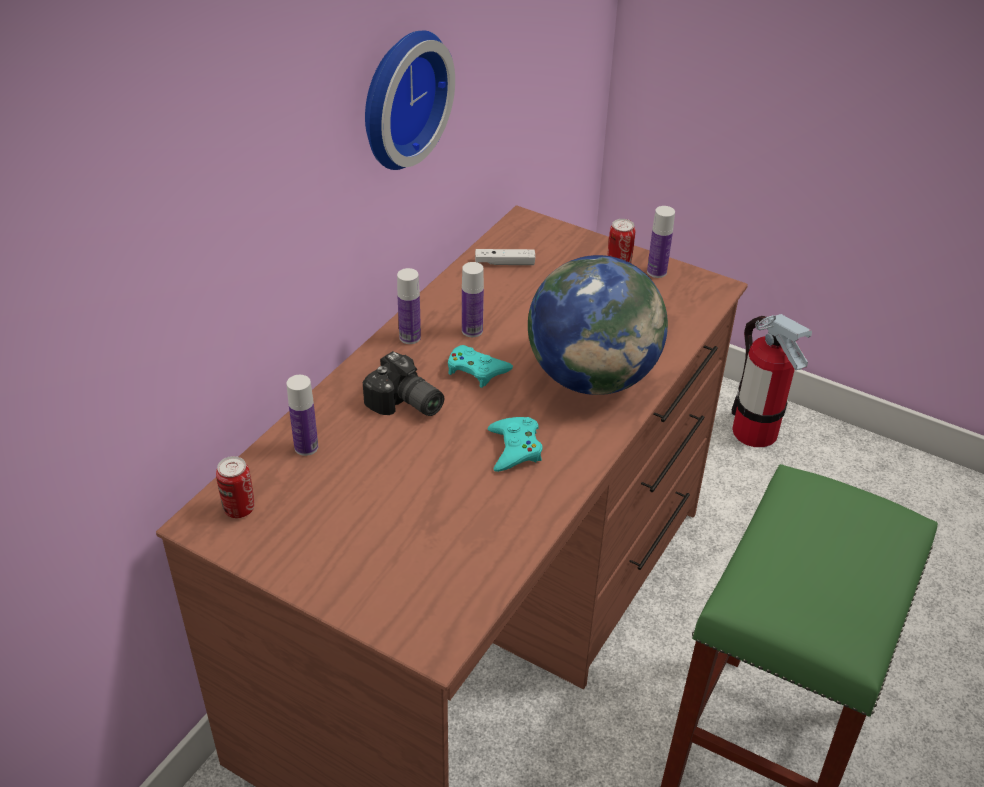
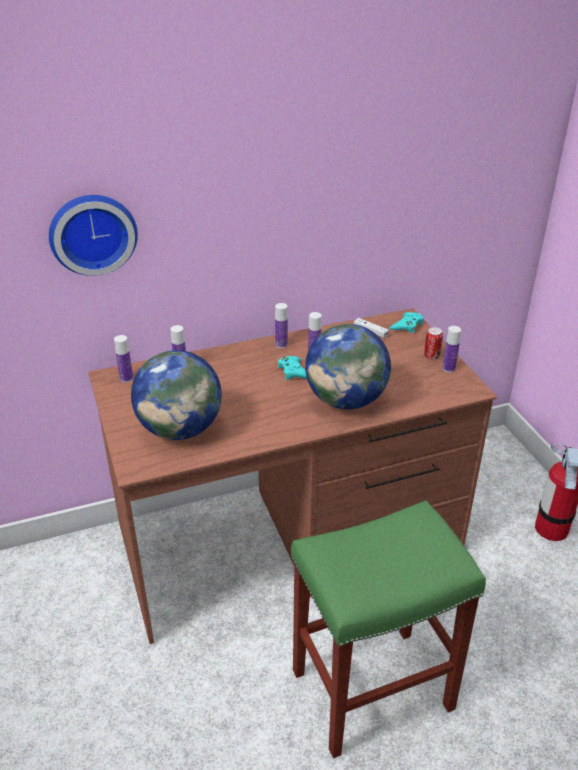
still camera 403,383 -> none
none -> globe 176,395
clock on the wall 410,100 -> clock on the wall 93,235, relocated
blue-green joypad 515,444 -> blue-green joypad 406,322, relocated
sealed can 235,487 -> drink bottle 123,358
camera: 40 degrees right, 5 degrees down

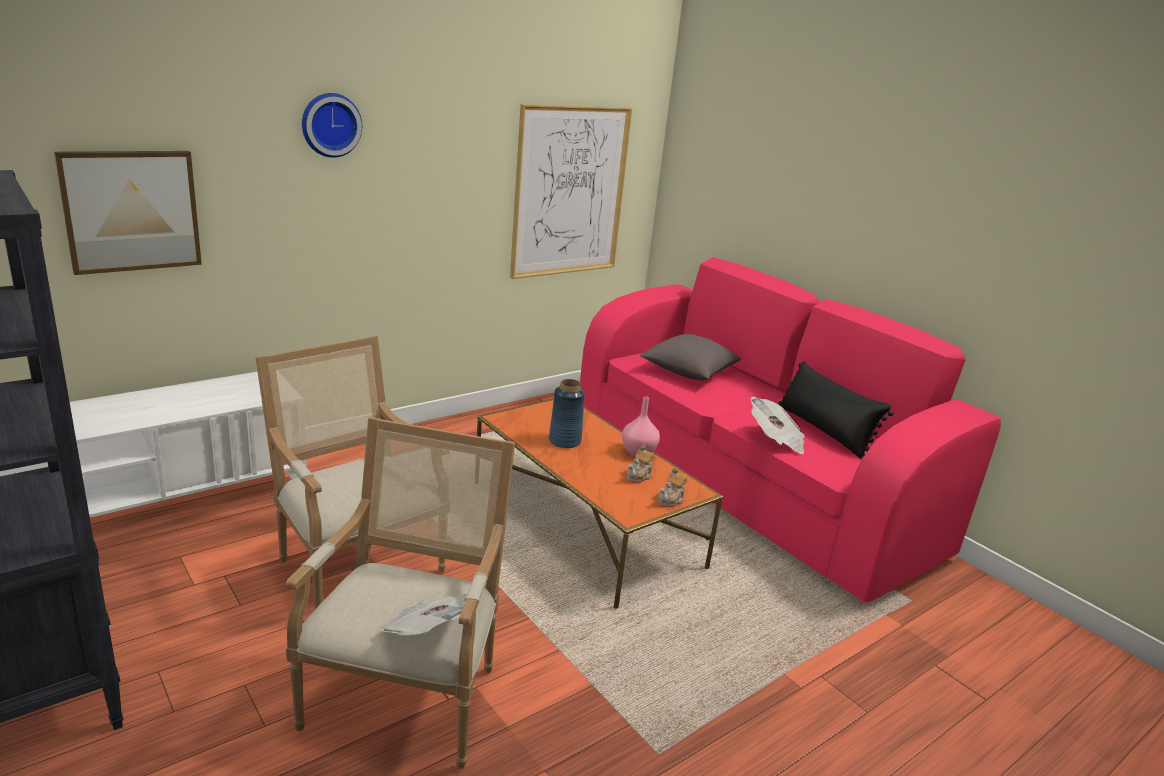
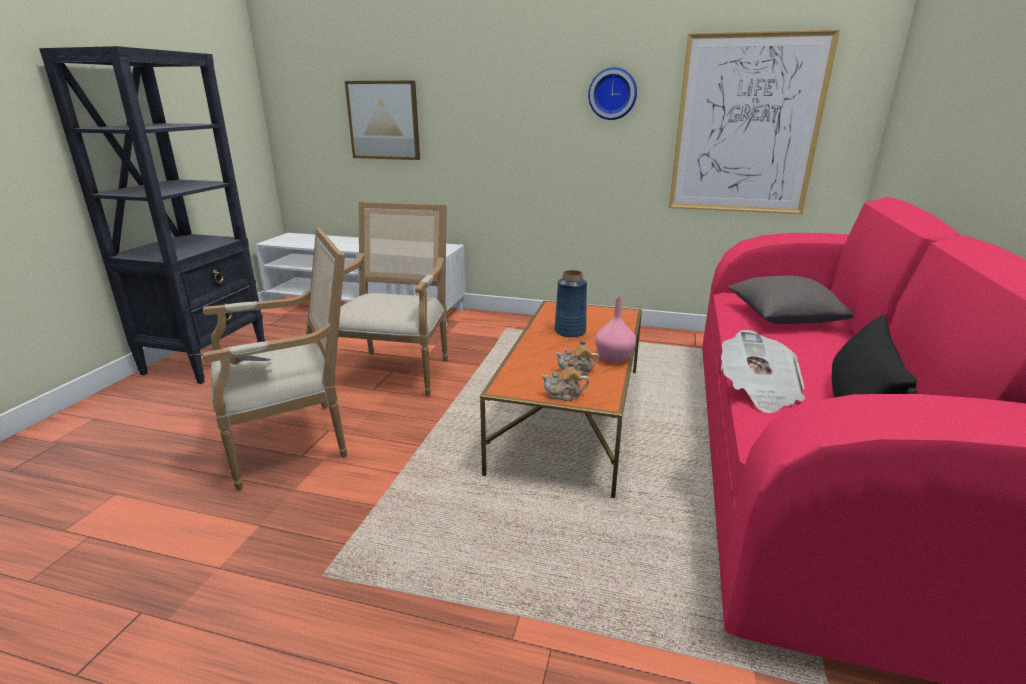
clock on the wall 332,125 -> clock on the wall 612,93, relocated
camera: 55 degrees right, 0 degrees up

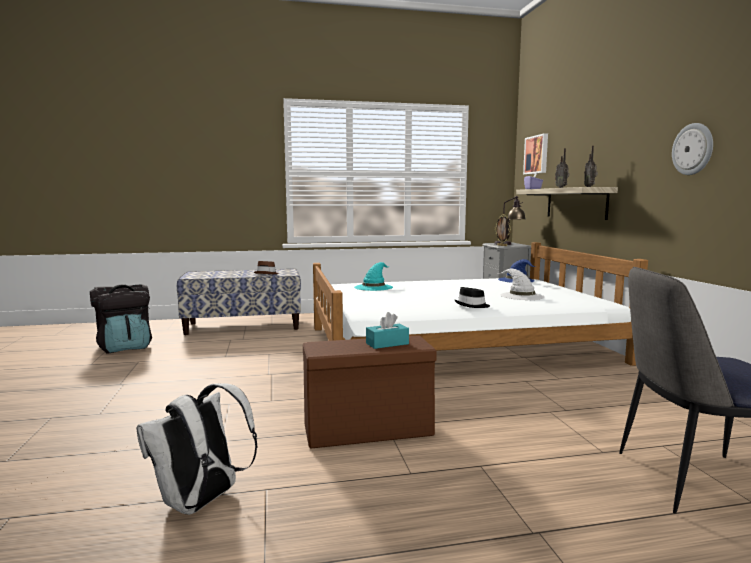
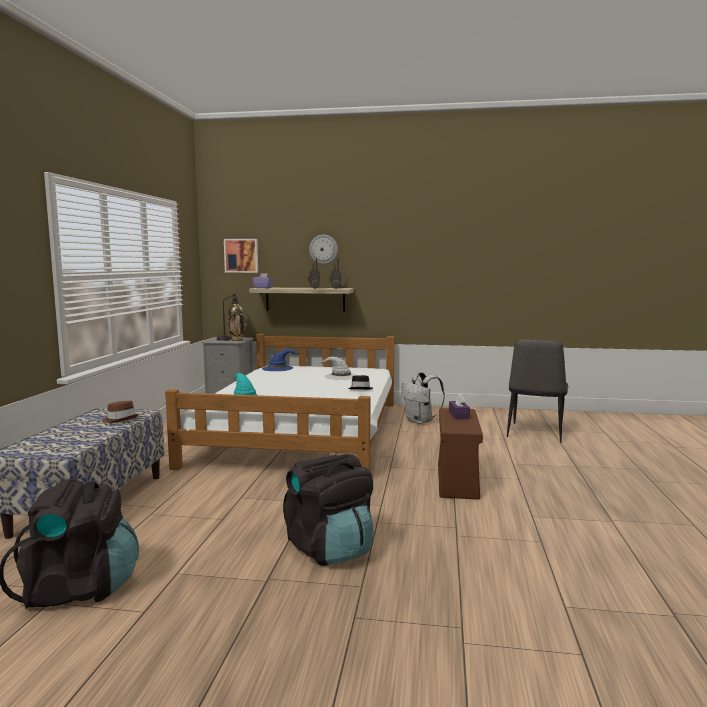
none -> black rucksack 328,510
white-coloured rucksack 197,449 -> white-coloured rucksack 423,398, relocated
clock on the wall 692,149 -> clock on the wall 323,250, relocated
blue-green tissue holder 387,330 -> purple tissue holder 459,406
camera: 70 degrees left, 0 degrees up

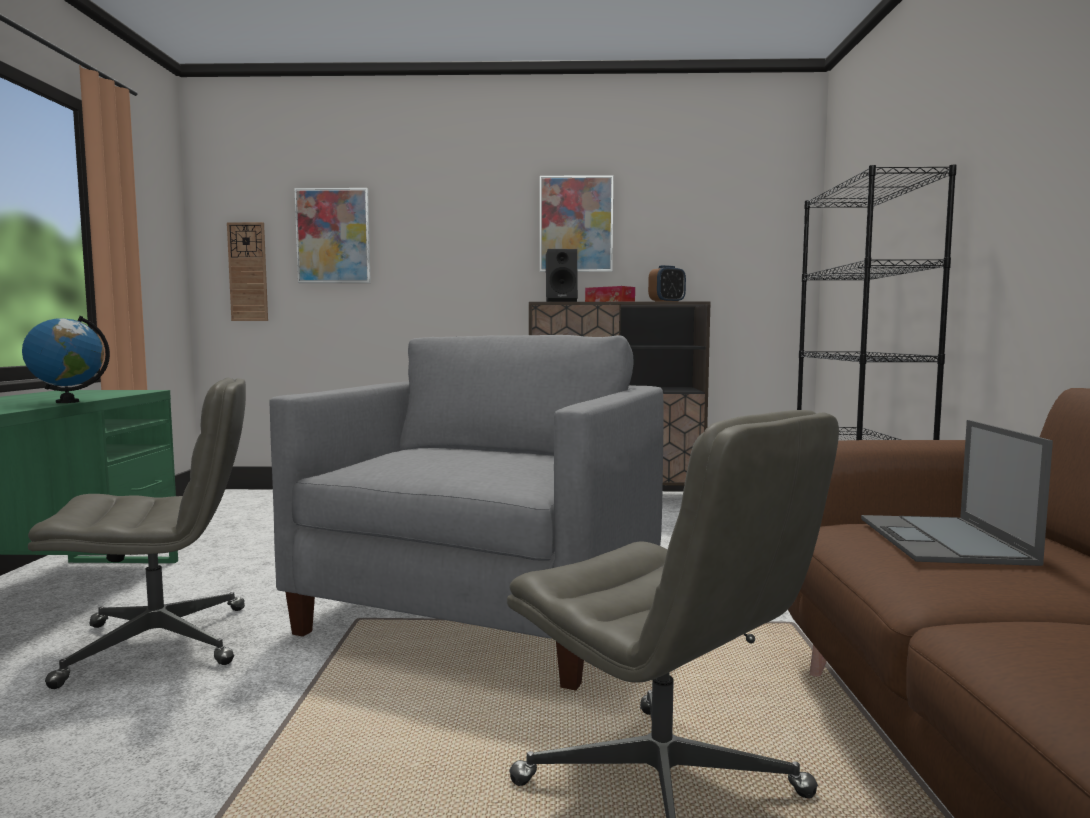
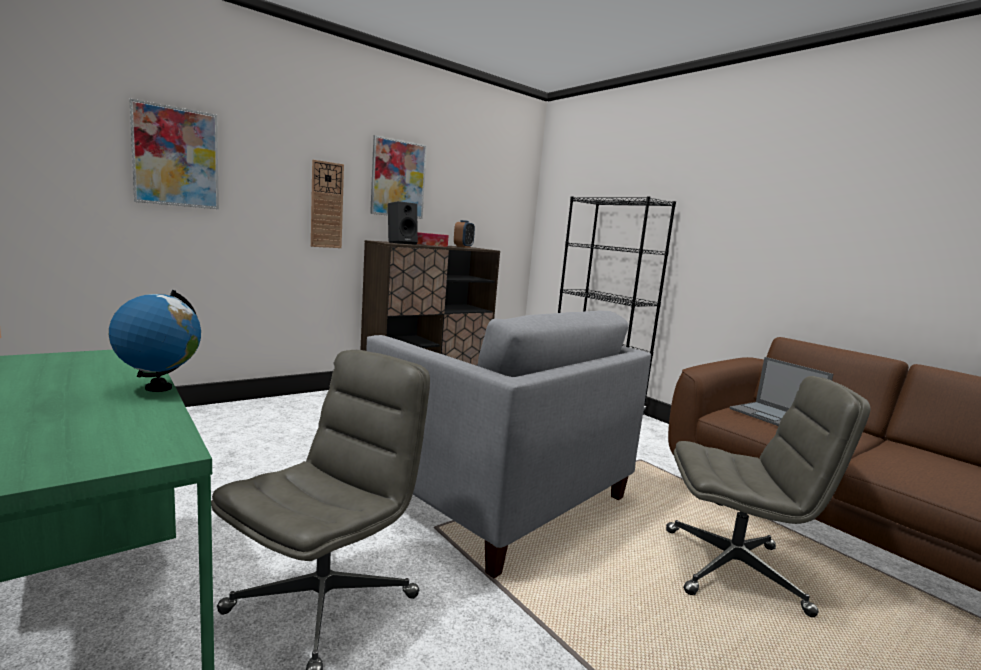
clock on the wall 247,271 -> clock on the wall 327,204, relocated
gray armchair 466,513 -> gray armchair 508,444, 150 degrees clockwise
camera: 40 degrees left, 5 degrees up

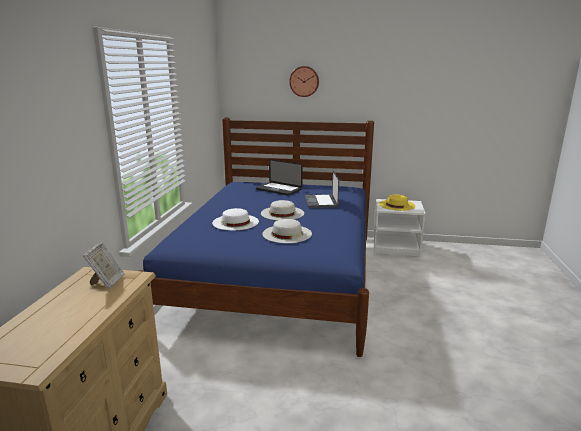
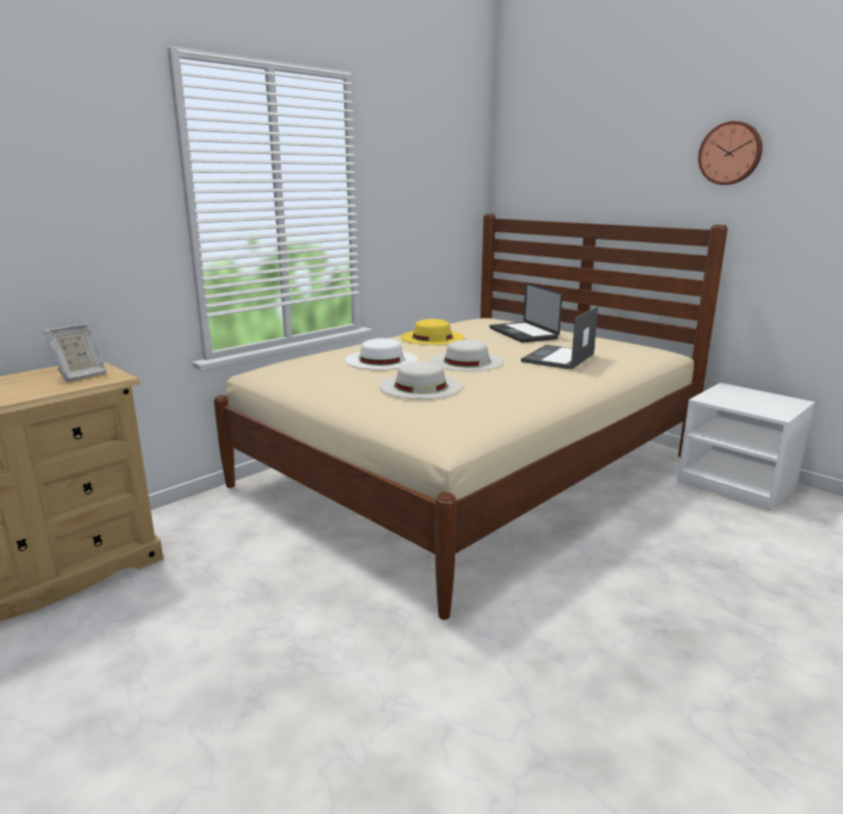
clock on the wall 304,81 -> clock on the wall 730,153, relocated
yellowish clothing hat 397,203 -> yellowish clothing hat 432,332, relocated
bluish bed 256,237 -> beige-coloured bed 471,417
camera: 35 degrees right, 0 degrees up

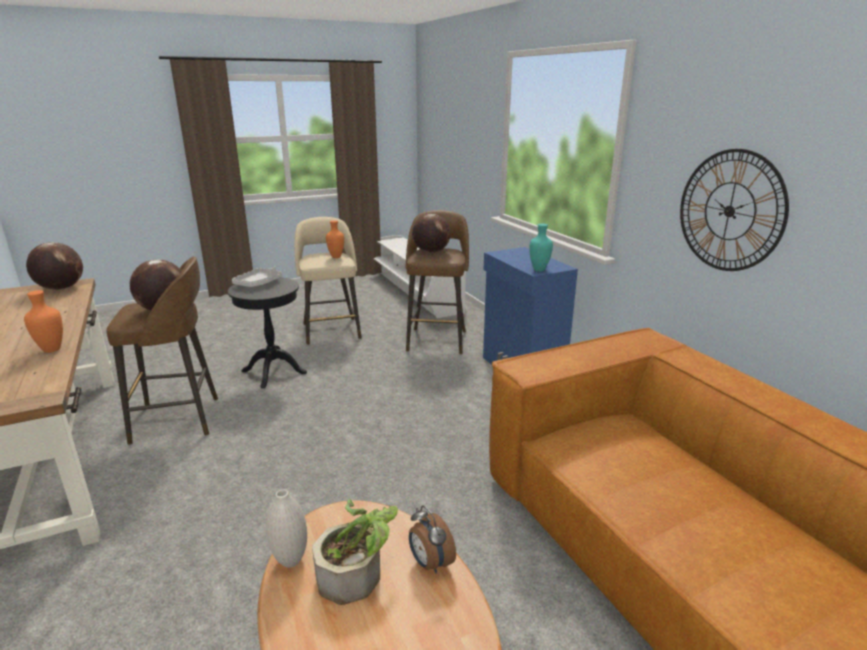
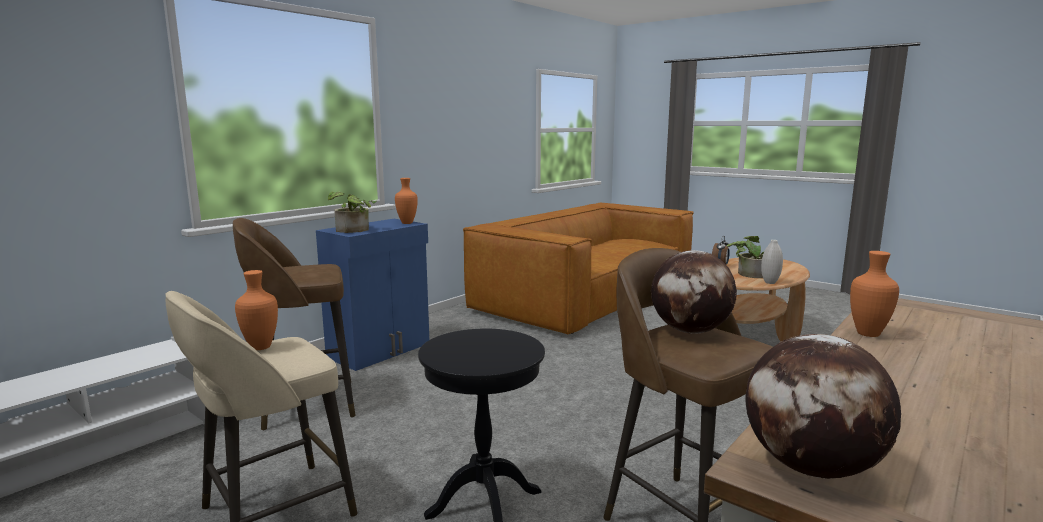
gray serving tray 257,277 -> none
globe 431,233 -> none
clock on the wall 734,210 -> none
none -> potted plant 352,212
blue-green vase 541,247 -> orange vase 406,201
camera: 115 degrees left, 10 degrees down

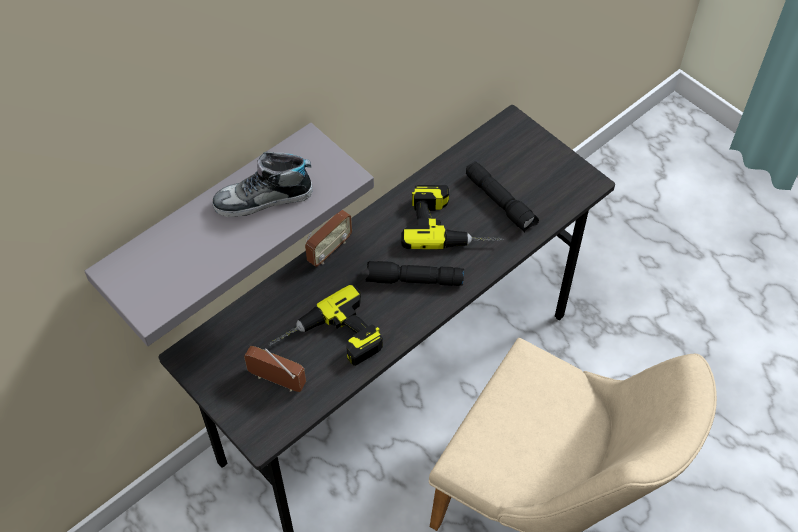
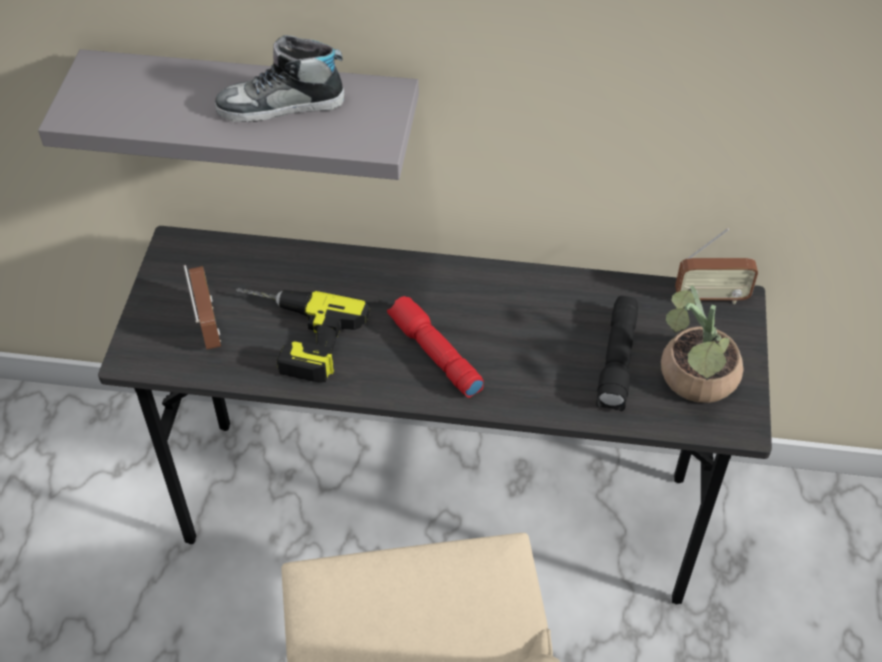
drill 452,217 -> none
none -> potted plant 702,344
radio set 328,238 -> radio set 716,266, relocated
black torch 415,273 -> red-coloured torch 435,347
shoe 262,184 -> shoe 279,78, 45 degrees counterclockwise
camera: 50 degrees right, 5 degrees down

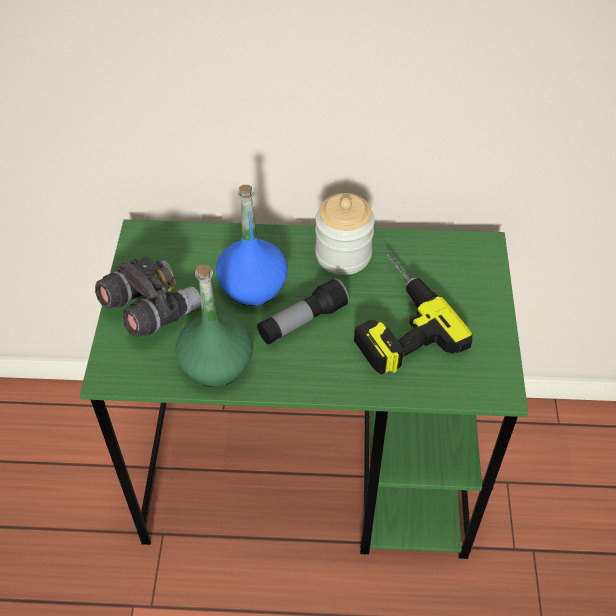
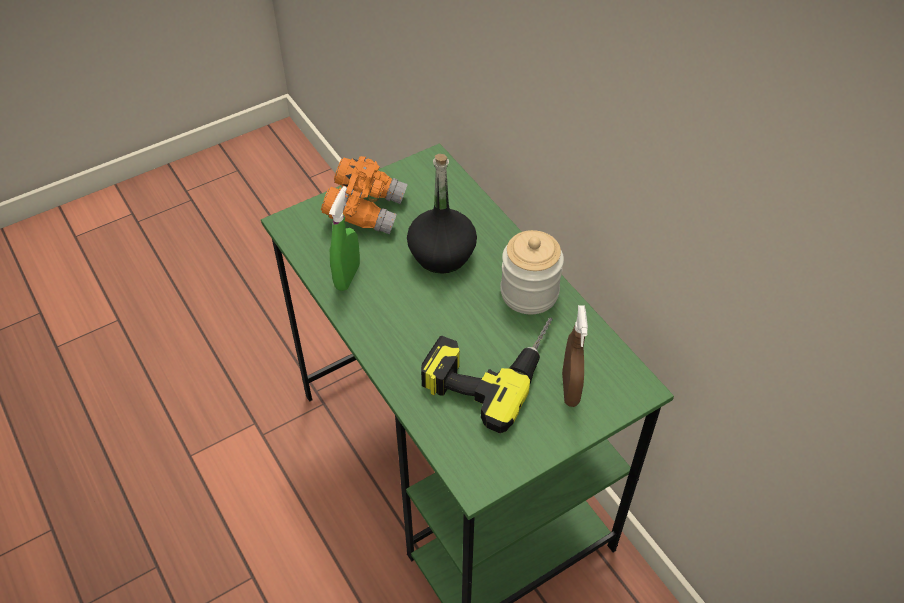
torch 303,311 -> none
none -> brown-coloured sprayer 575,356
green-coloured drink bottle 214,325 -> green-coloured sprayer 344,238
gray pair of binoculars 148,296 -> orange pair of binoculars 364,195
bluish drink bottle 252,245 -> black drink bottle 442,214
camera: 55 degrees right, 0 degrees up

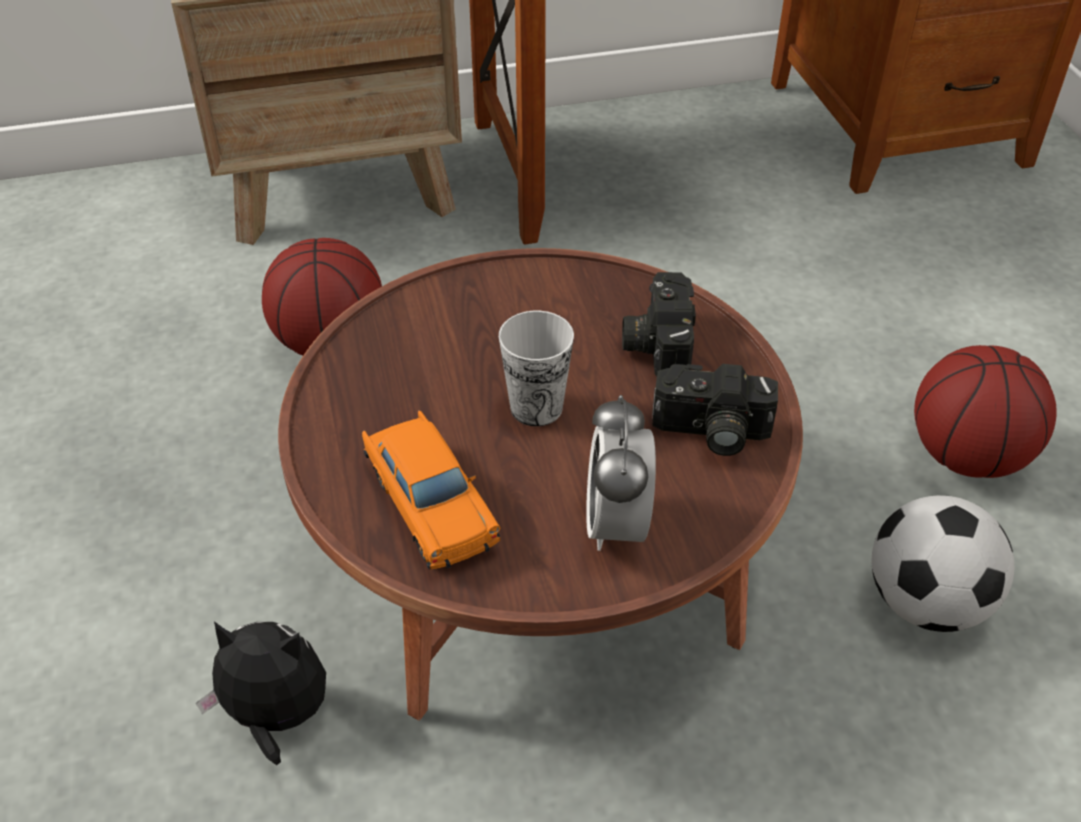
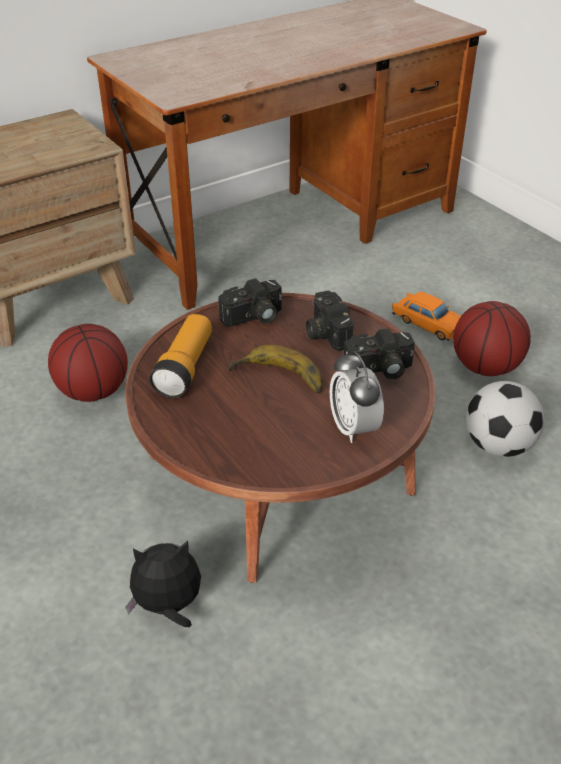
none -> torch 180,356
none -> still camera 250,302
orange toy car 431,490 -> orange toy car 426,316, relocated
small cup 536,368 -> banana 275,369
camera: 20 degrees left, 5 degrees down

